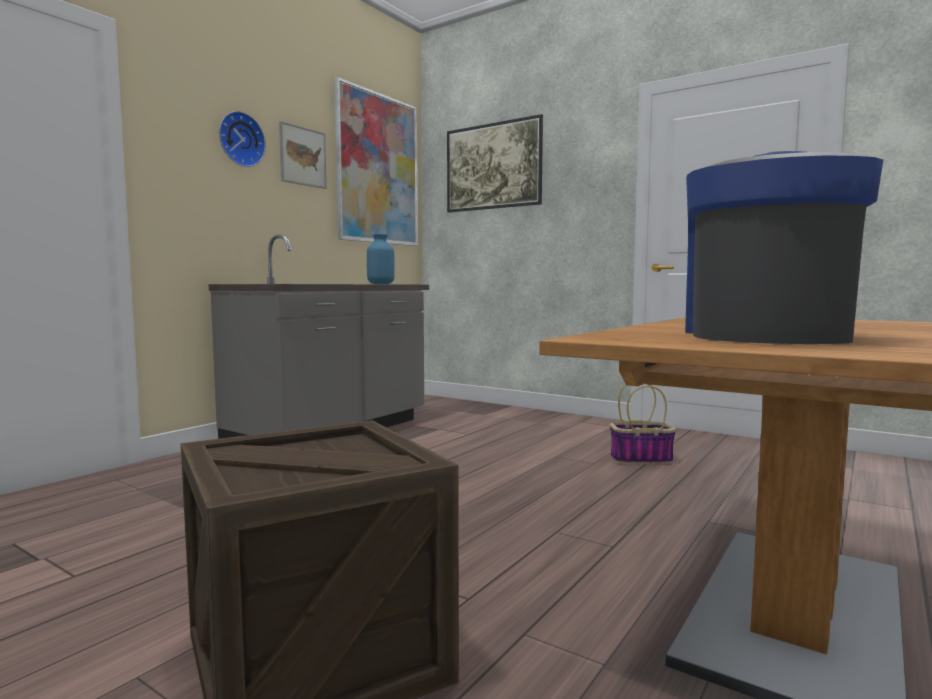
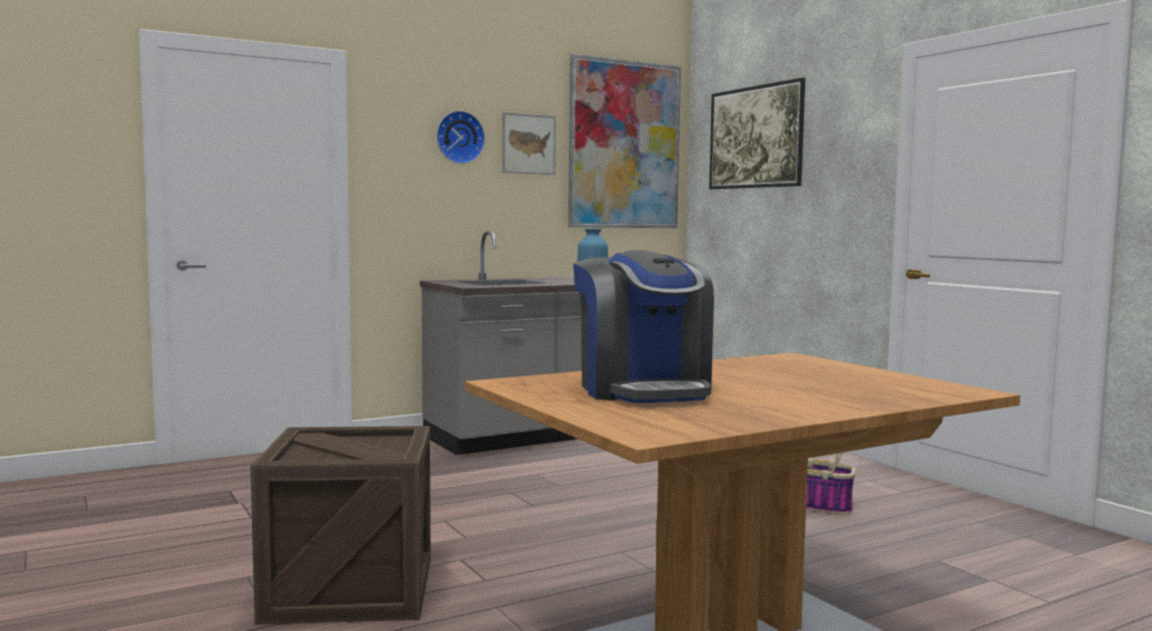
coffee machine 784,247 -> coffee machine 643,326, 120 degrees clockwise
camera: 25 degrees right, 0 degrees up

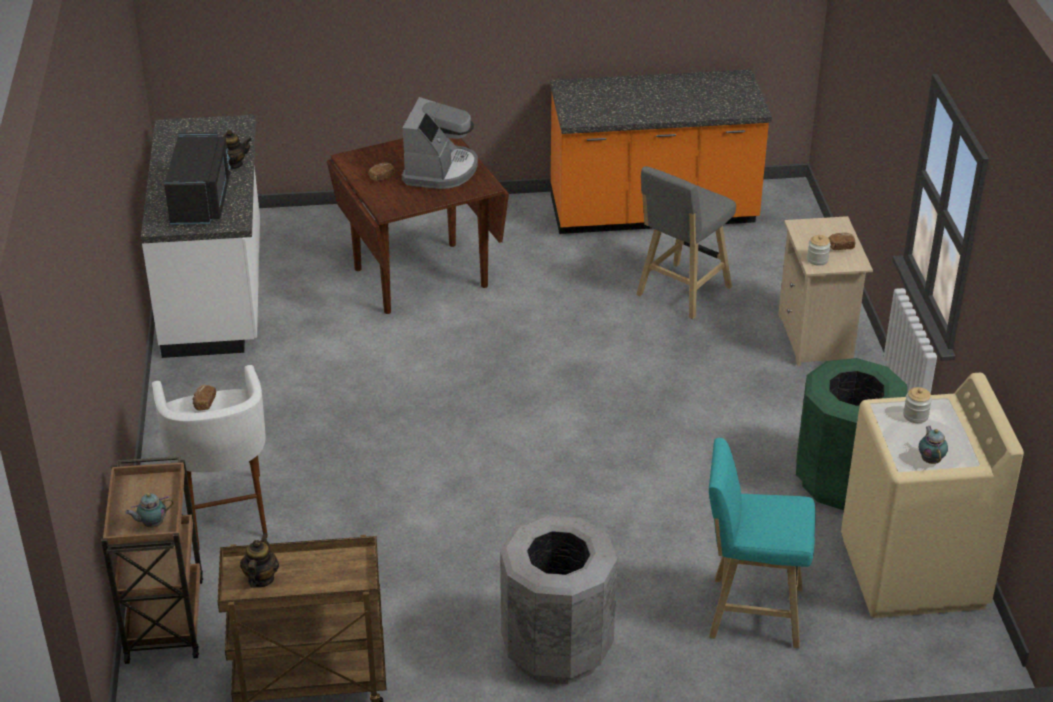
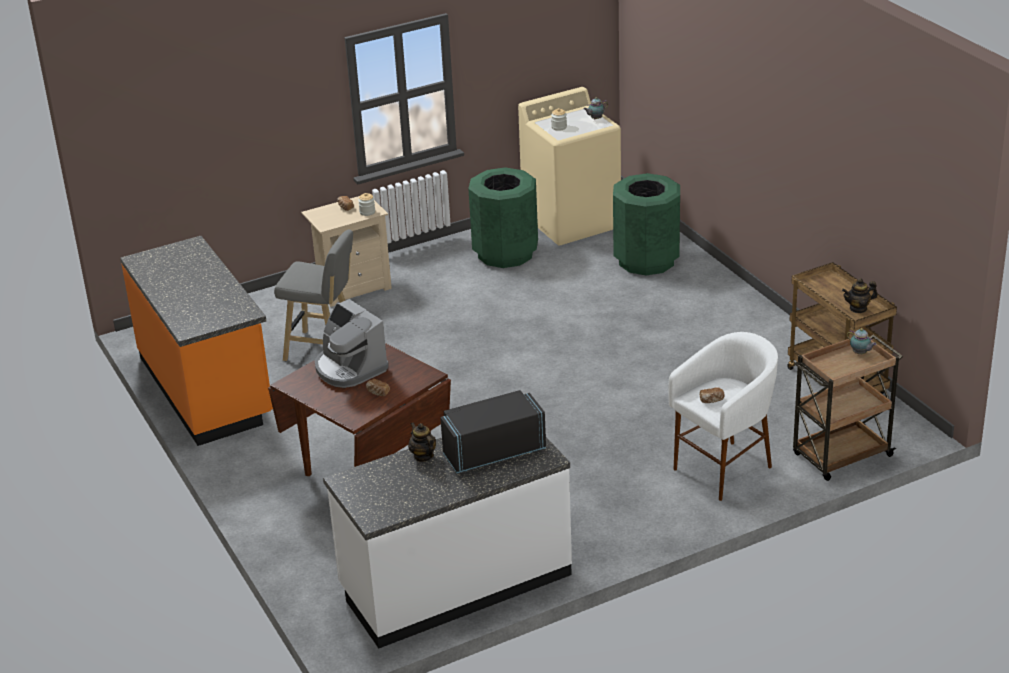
gray waste bin 558,599 -> none
blue-green stool seat 762,543 -> green-coloured waste bin 646,224
coffee machine 440,143 -> coffee machine 352,343, 120 degrees counterclockwise
camera: 110 degrees left, 5 degrees down

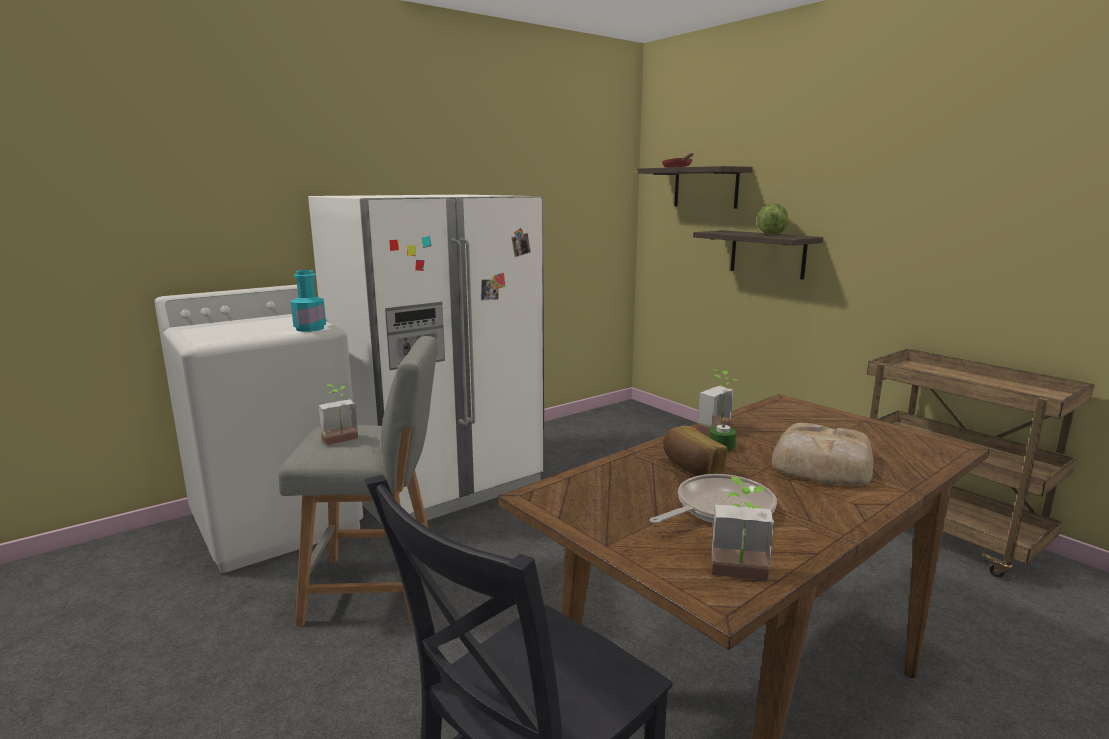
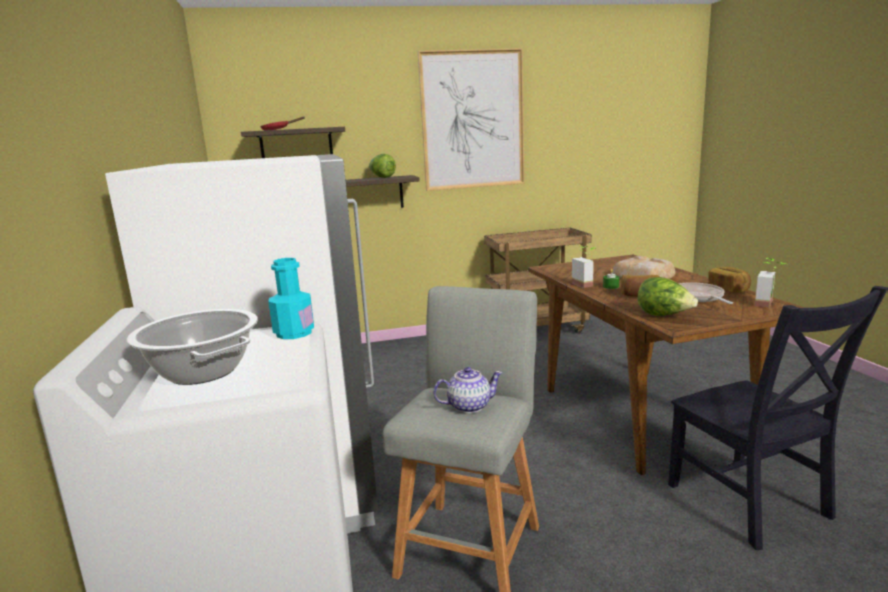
none -> cooking pot 192,347
none -> wall picture 471,119
none -> lettuce head 668,296
none -> baked bread 729,280
potted plant 338,414 -> pot for tea 468,390
camera: 65 degrees left, 0 degrees up

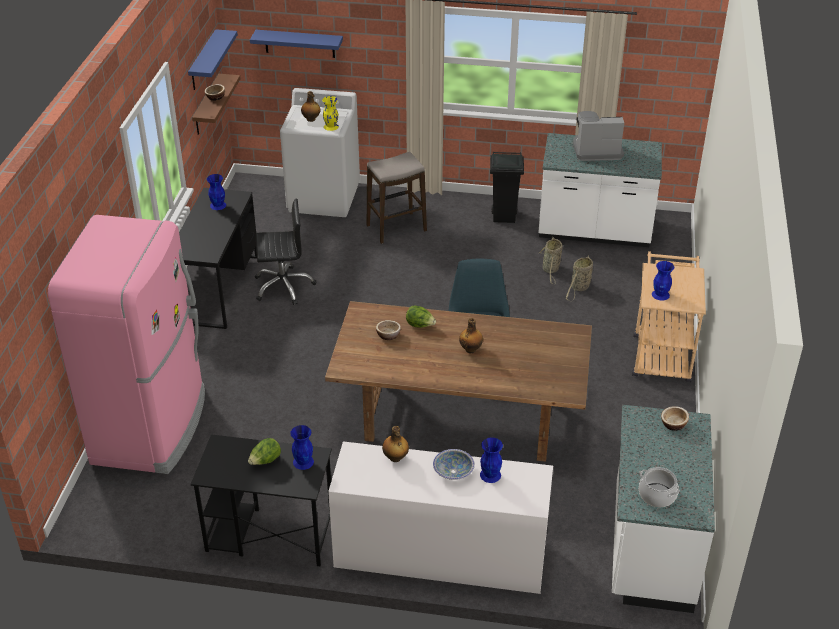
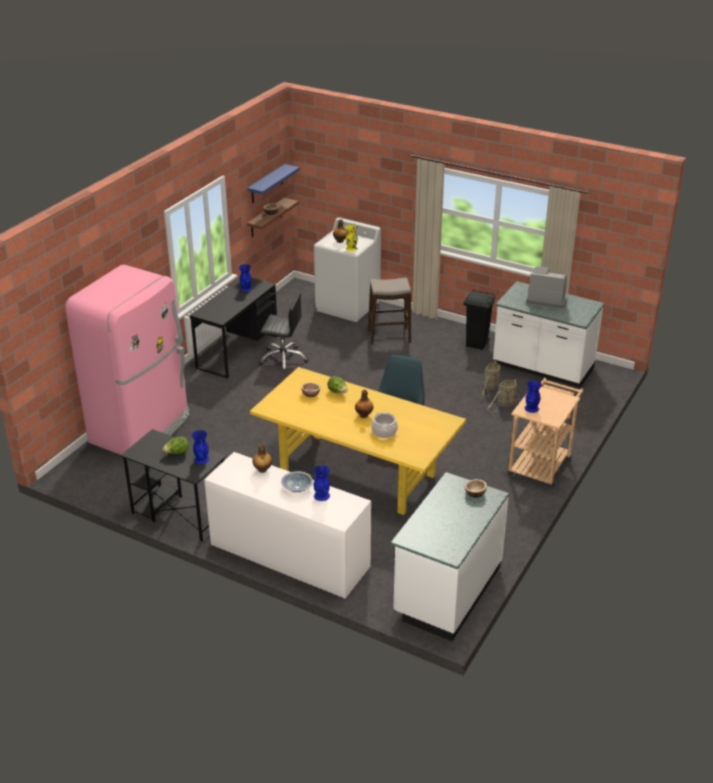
bluish bracket shelf 296,44 -> none
cooking pot 659,487 -> cooking pot 384,425, relocated
brown-coloured dinner table 458,381 -> yellowish dinner table 358,441
camera: 20 degrees right, 5 degrees down

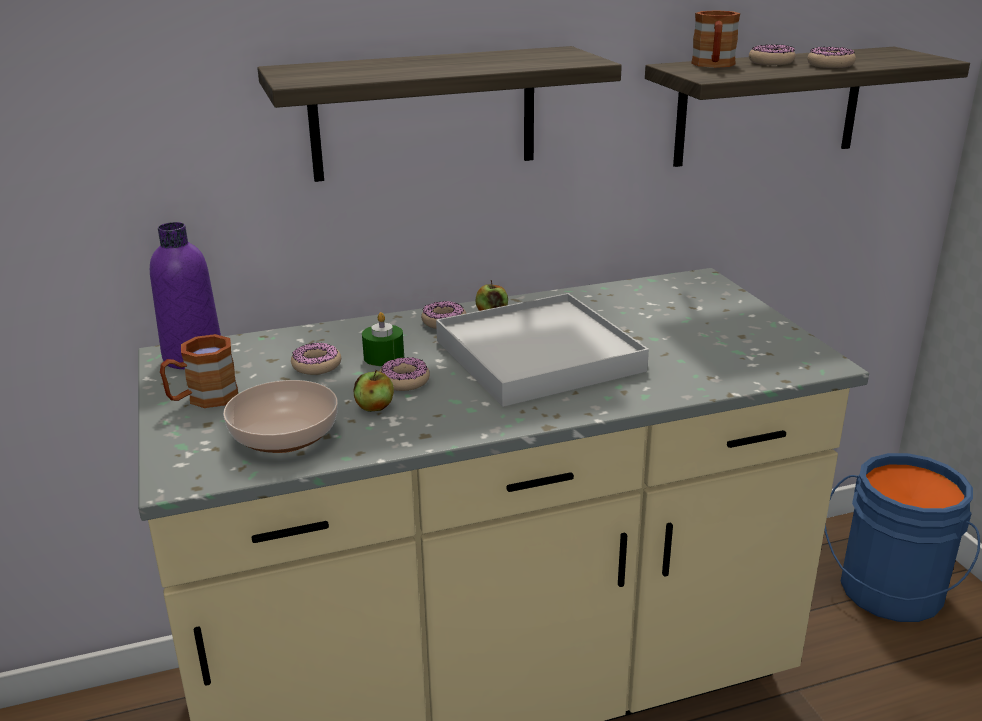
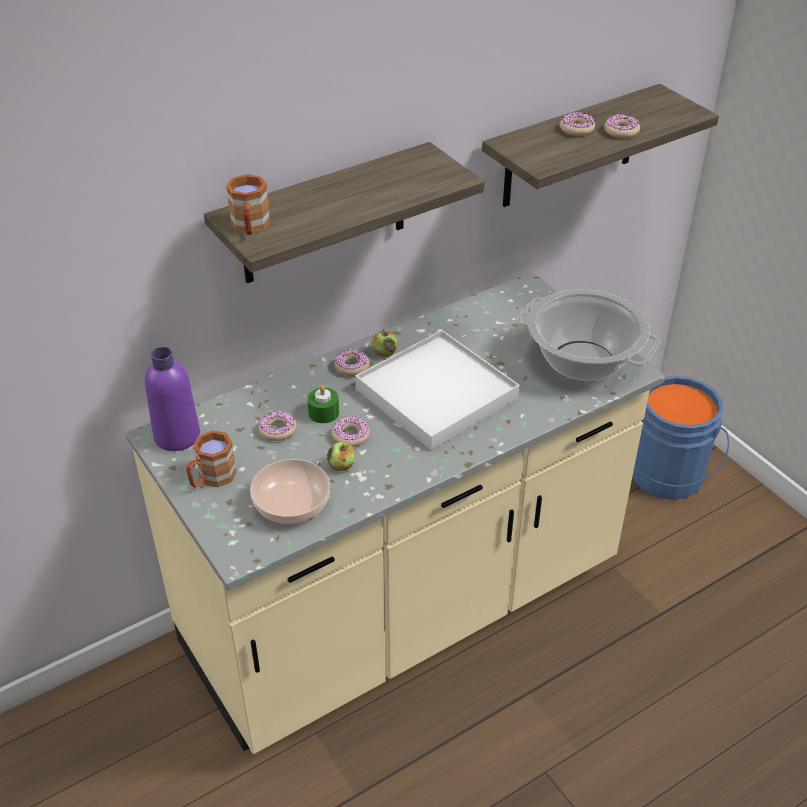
none -> cooking pot 588,335
brown-coloured mug 715,39 -> brown-coloured mug 248,204, relocated
camera: 15 degrees left, 15 degrees up

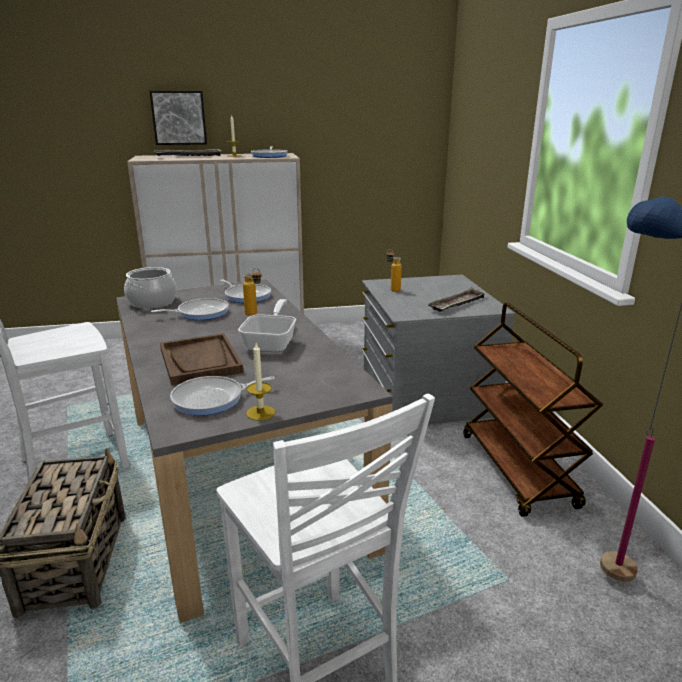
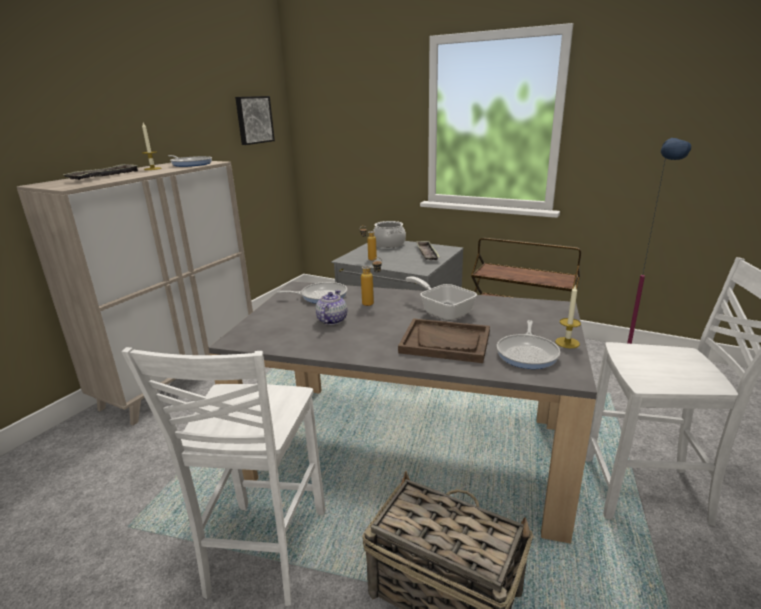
cooking pot 150,287 -> cooking pot 389,234, relocated
wall picture 178,118 -> wall picture 255,120, relocated
frying pan 190,309 -> pot for tea 331,307
camera: 50 degrees left, 0 degrees up

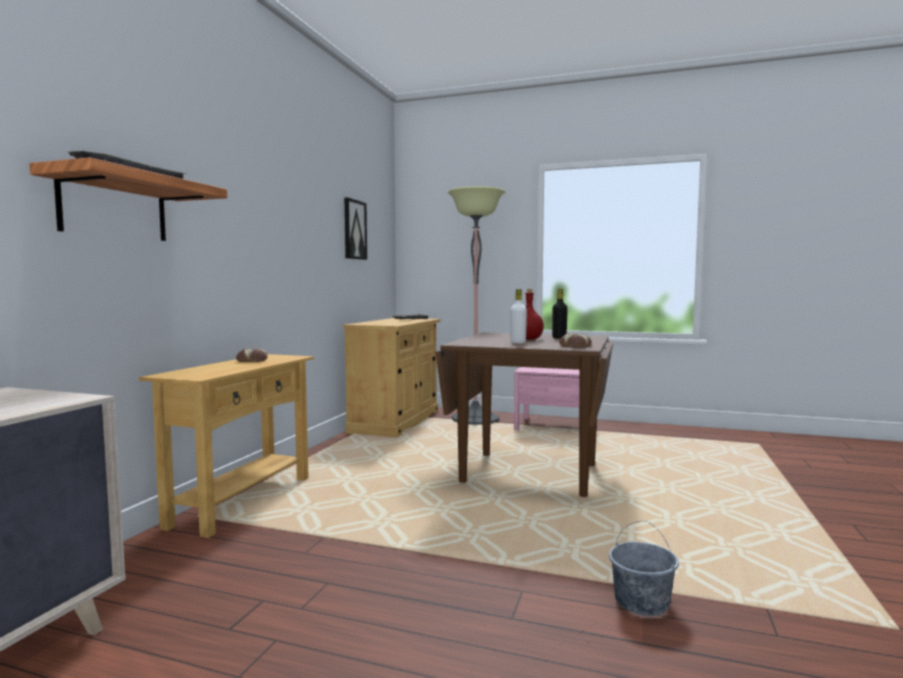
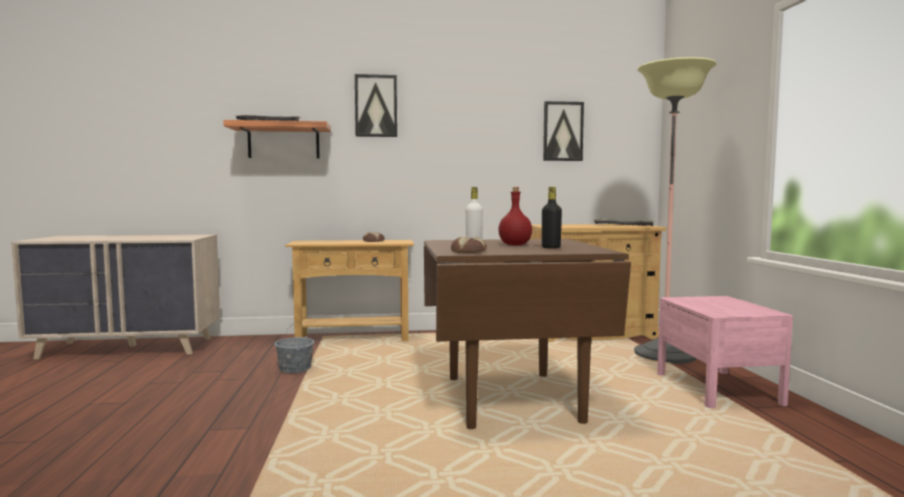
none -> wall picture 376,105
gray bucket 644,568 -> gray bucket 294,347, relocated
camera: 65 degrees right, 0 degrees up

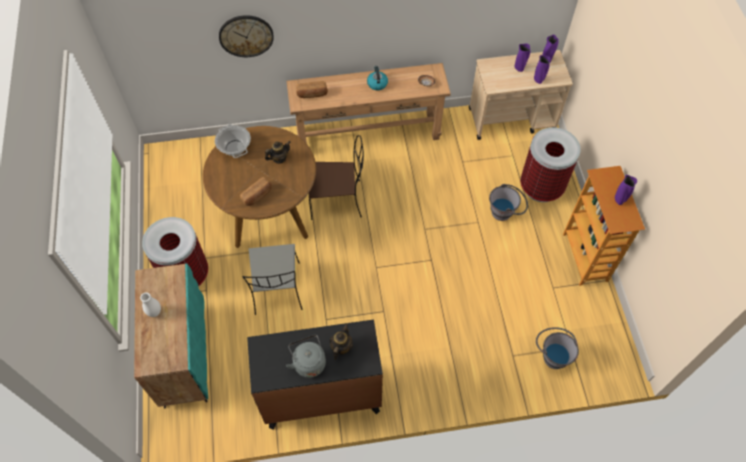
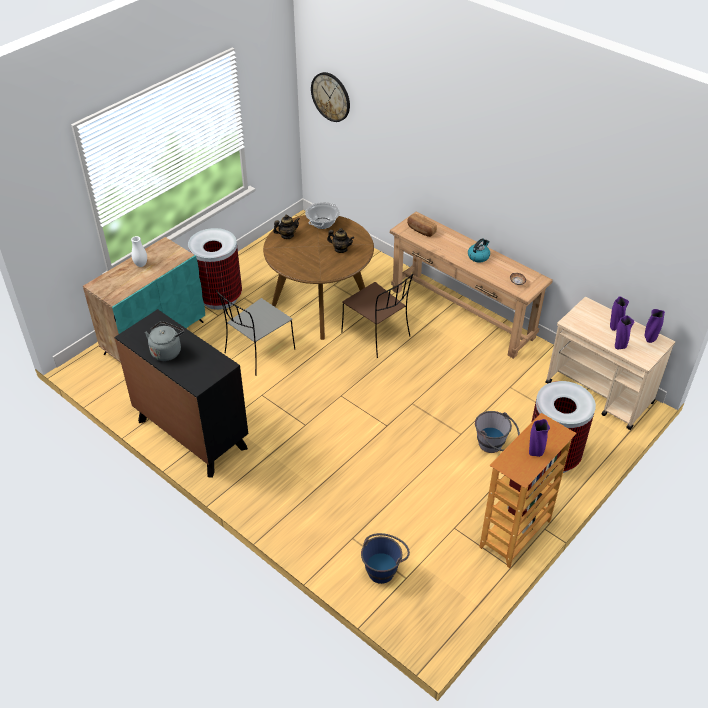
baked bread 256,191 -> none
clock on the wall 246,36 -> clock on the wall 330,97, relocated
pot for tea 341,342 -> pot for tea 286,227, relocated
gray bucket 557,348 -> bluish bucket 385,558
camera: 50 degrees right, 15 degrees down

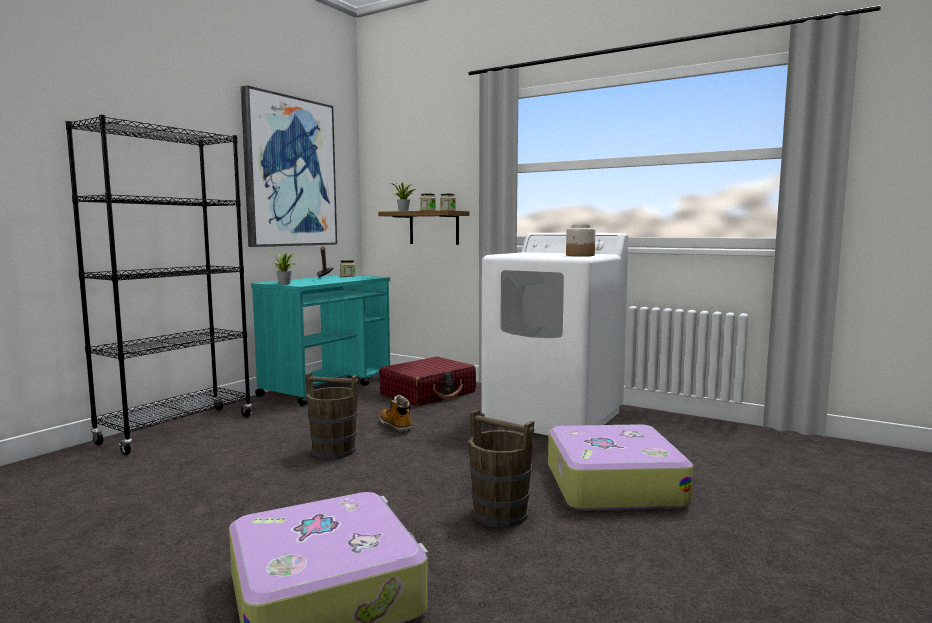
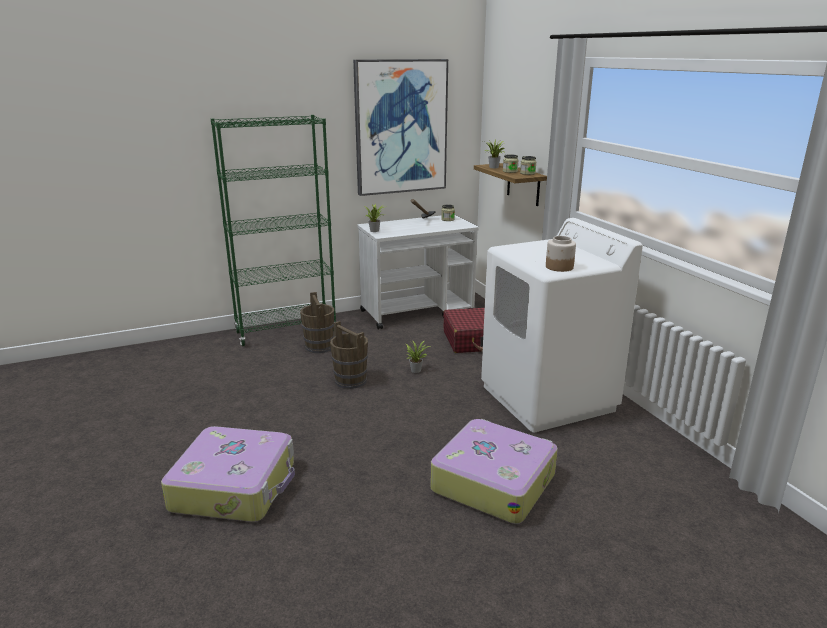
brown-coloured bucket 501,468 -> brown-coloured bucket 317,322, relocated
tall boot 395,413 -> potted plant 418,356
black bookcase 158,285 -> green-coloured bookcase 273,230
blue-green cart 320,340 -> white-coloured cart 418,272
camera: 35 degrees right, 15 degrees up

